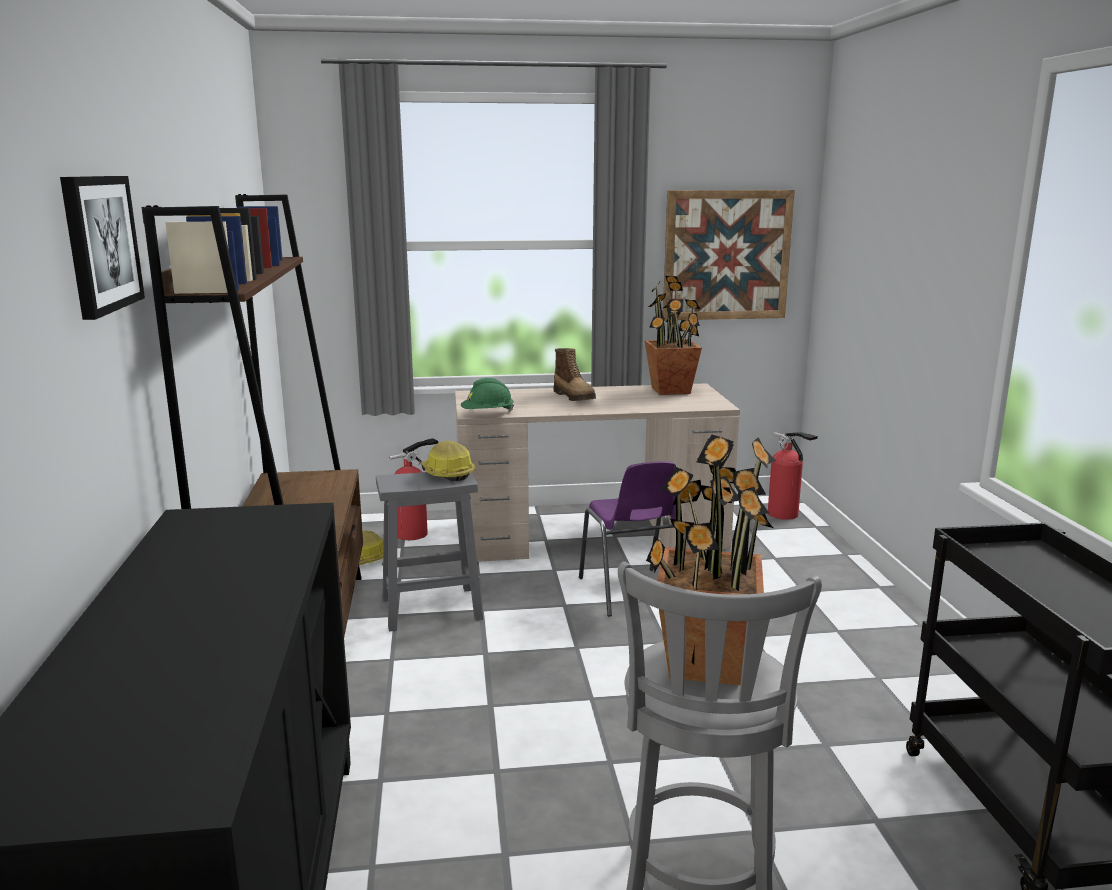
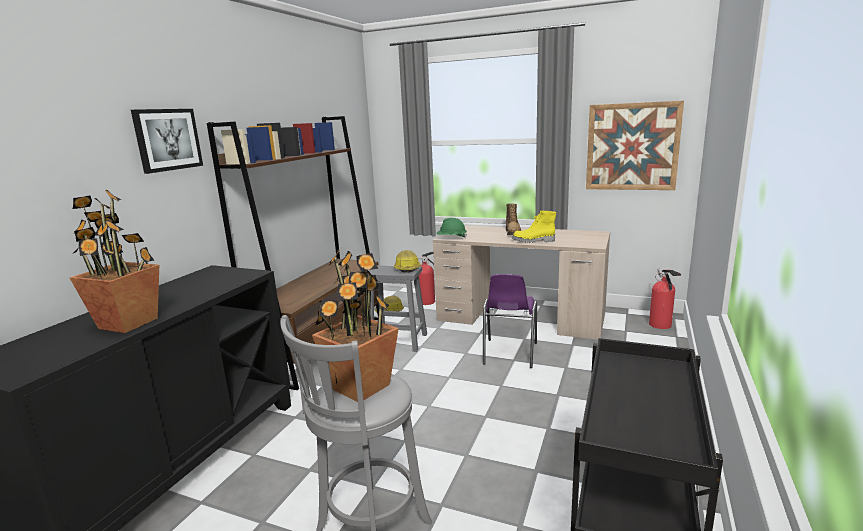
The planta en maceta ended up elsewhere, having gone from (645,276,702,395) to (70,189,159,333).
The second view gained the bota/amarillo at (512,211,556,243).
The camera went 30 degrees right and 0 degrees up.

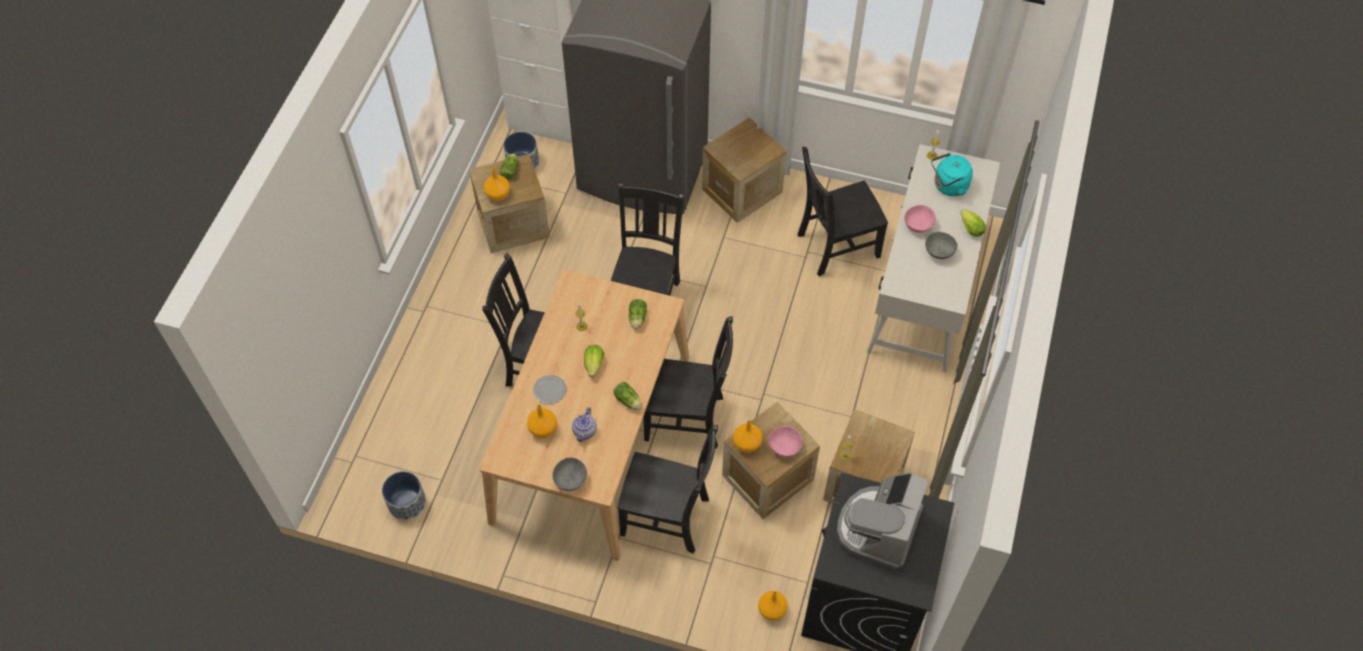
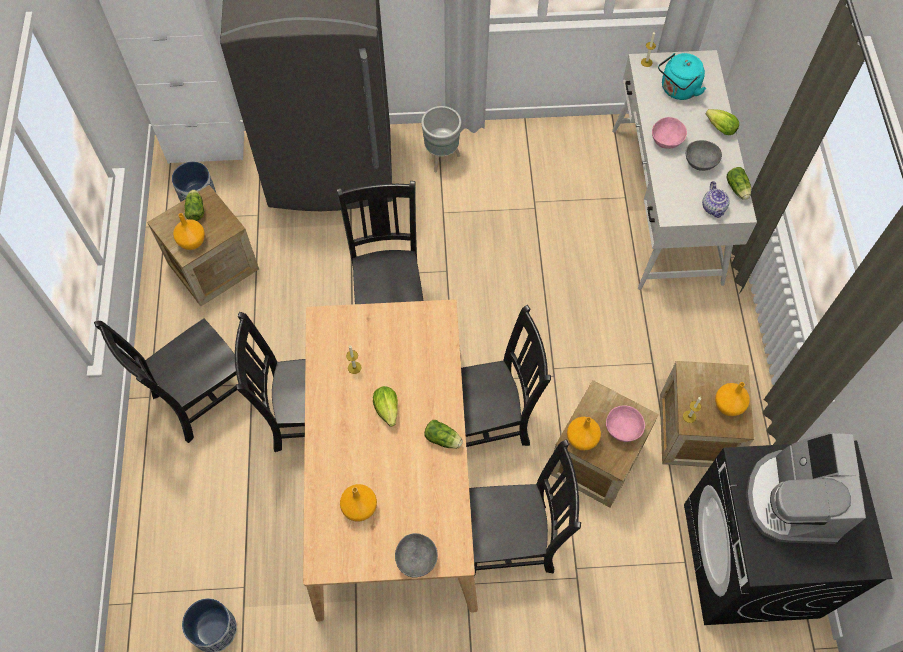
Where the caja de embalaje stood at (702,117,787,223), the maceta/gris came to stand at (421,106,461,172).
The silla/negro ended up elsewhere, having gone from (798,147,888,277) to (94,318,256,443).
The lechuga ended up elsewhere, having gone from (629,299,647,330) to (726,167,751,200).
The second view lost the plato at (533,375,566,404).
The tetera ended up elsewhere, having gone from (572,407,597,442) to (702,181,730,218).
The florero/naranja ended up elsewhere, having gone from (758,591,788,621) to (715,382,750,416).
The camera went 20 degrees left and 5 degrees up.

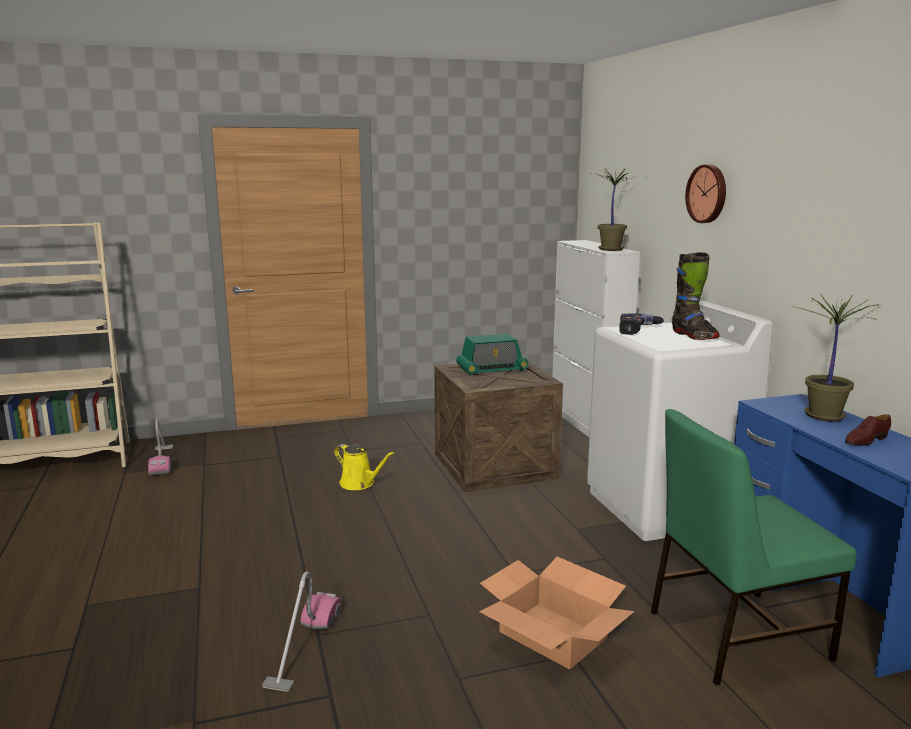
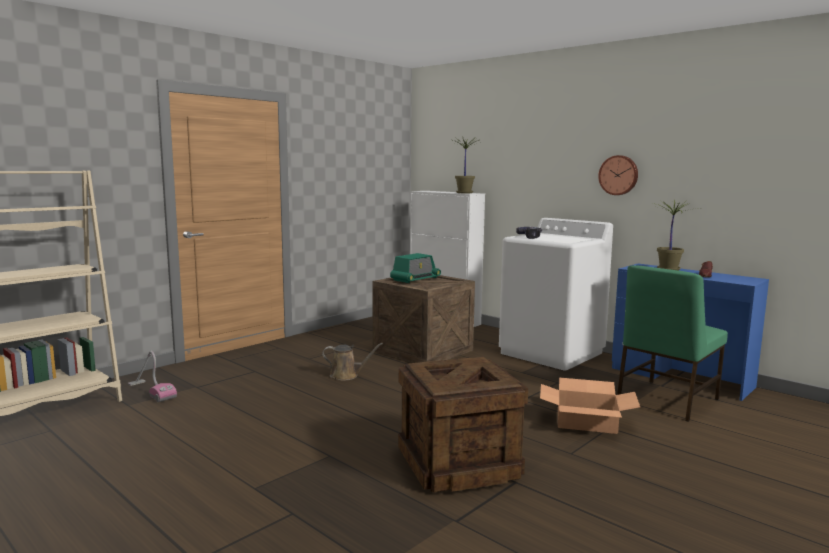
The reloj de pared ended up elsewhere, having gone from (685,165,726,223) to (598,155,638,195).
The second view lost the bota/negro at (672,252,720,340).
What was the regadera/amarillo at (334,444,394,490) turned into the regadera/marrón at (322,343,383,381).
Where the aspiradora stood at (262,571,341,692), the caja de embalaje came to stand at (398,357,528,492).
The camera went 30 degrees left and 5 degrees down.

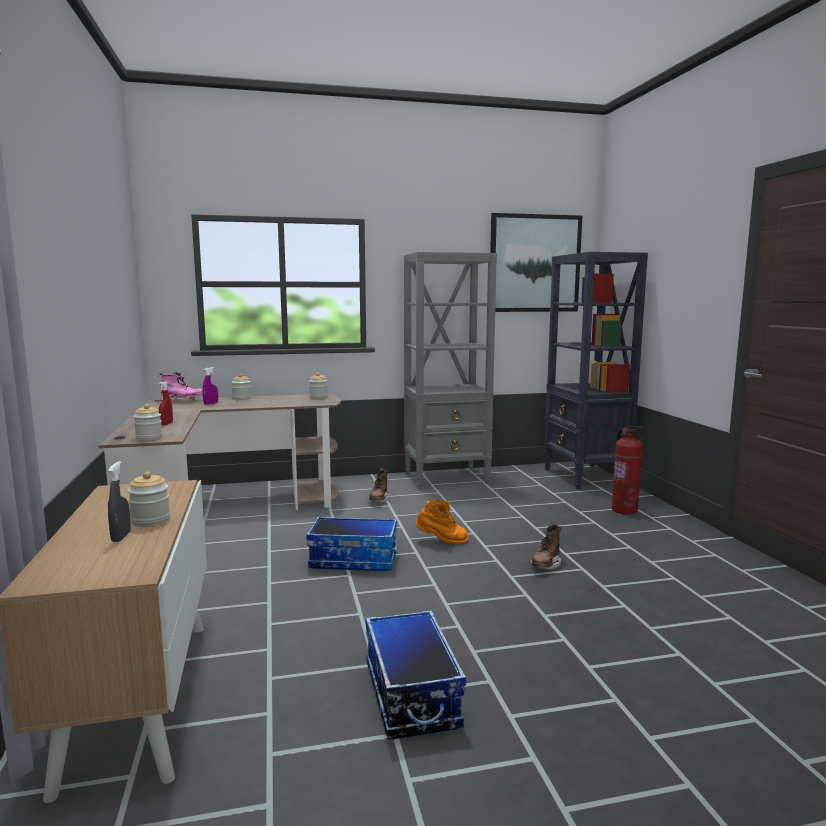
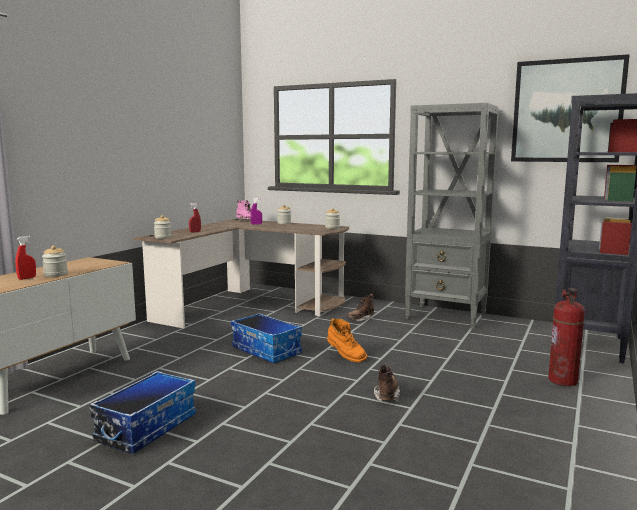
What was the pulverizador/gris at (108,461,131,542) turned into the pulverizador/rojo at (15,236,36,280).
The bota/marrón at (530,522,562,570) ended up facing another way, 120 degrees clockwise from before.
The camera went 40 degrees right and 0 degrees up.

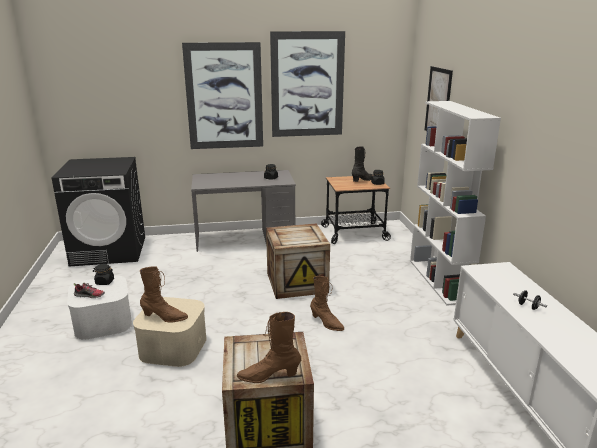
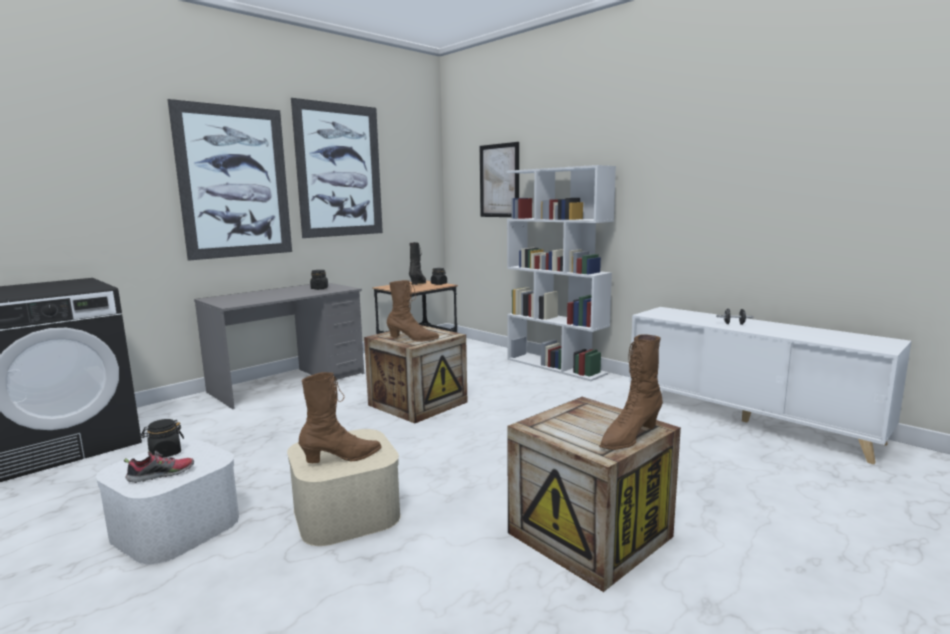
The bota/marrón ended up elsewhere, having gone from (310,276,344,331) to (387,280,439,342).
The camera went 35 degrees left and 10 degrees down.

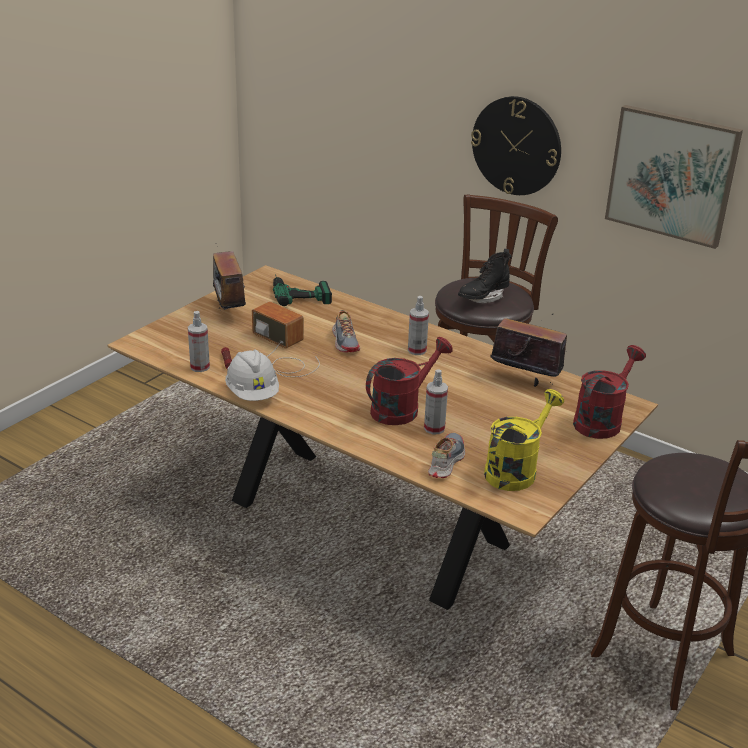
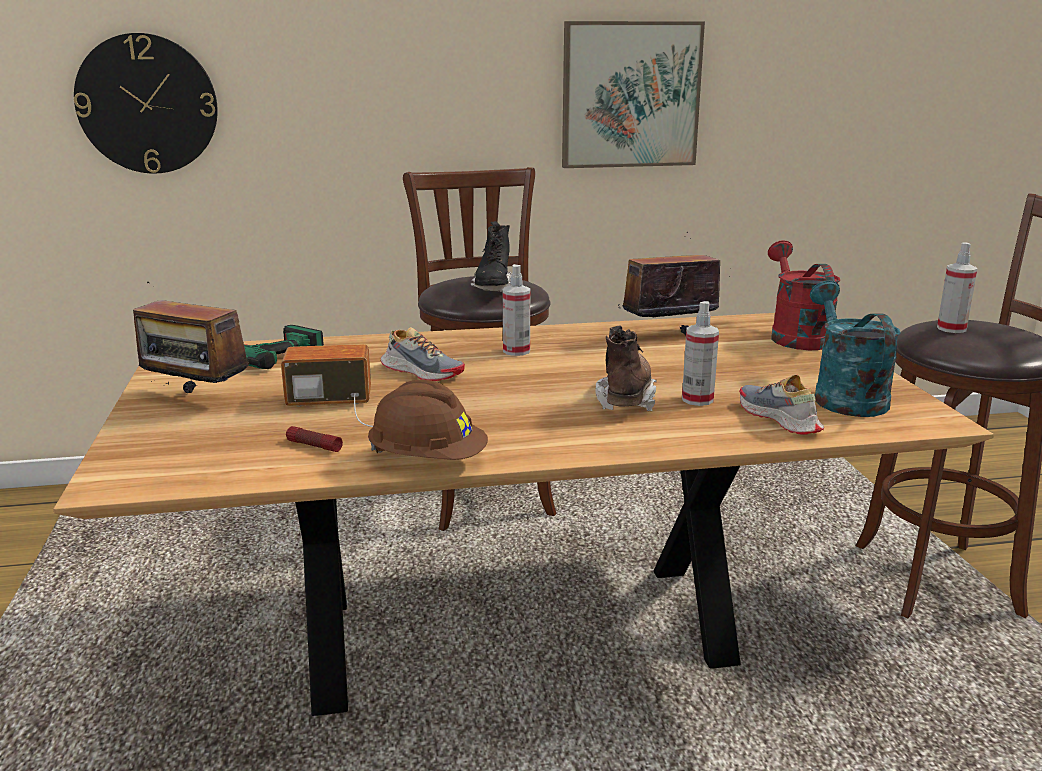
The reloj de pared ended up elsewhere, having gone from (471,96,561,195) to (74,33,218,173).
The pulverizador ended up elsewhere, having gone from (188,311,210,372) to (937,242,977,333).
Where the regadera/rojo stood at (366,337,453,425), the bota/marrón came to stand at (595,325,657,411).
What was the casco/blanco at (225,349,279,401) turned into the casco/marrón at (368,380,488,460).
What was the regadera/amarillo at (484,389,564,491) turned into the regadera/turquesa at (810,280,901,417).
The camera went 45 degrees left and 10 degrees down.

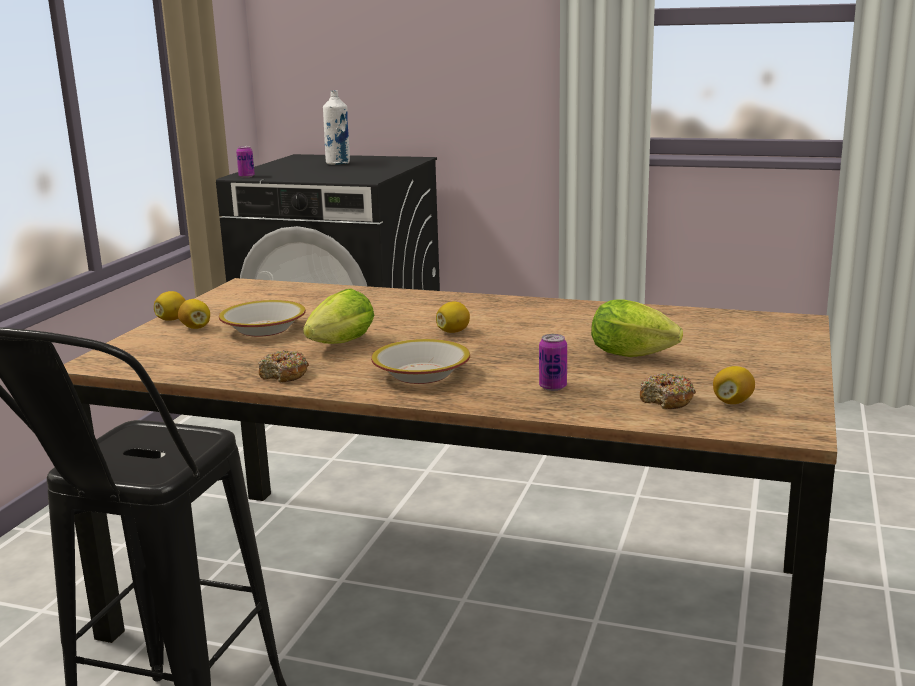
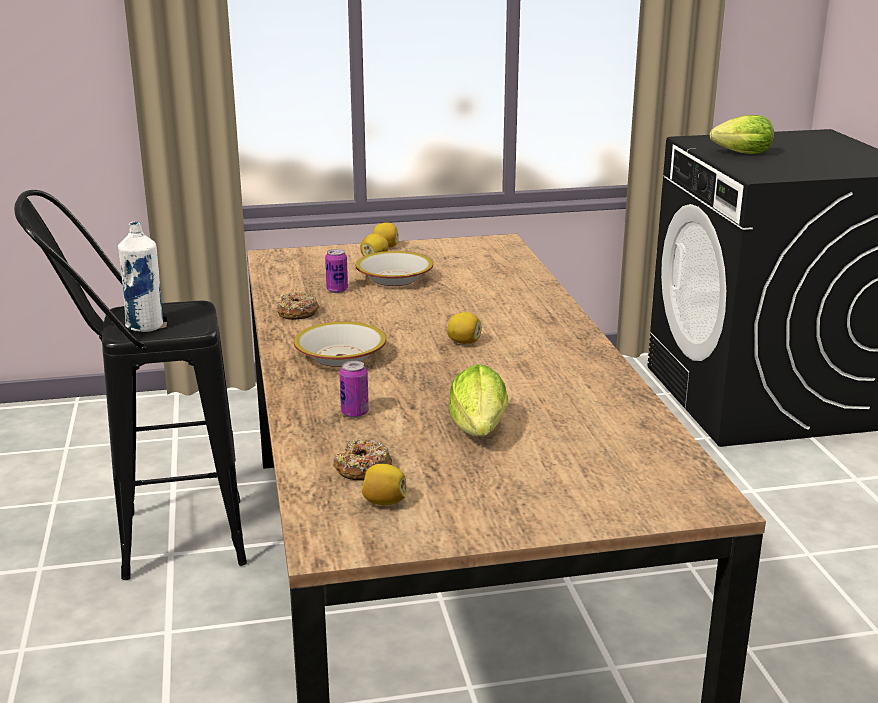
The botella/blanco ended up elsewhere, having gone from (323,90,350,165) to (118,222,163,332).
The lata ended up elsewhere, having gone from (236,146,255,178) to (325,249,348,293).
The lechuga ended up elsewhere, having gone from (303,288,374,344) to (709,115,774,154).
The camera went 60 degrees right and 5 degrees up.

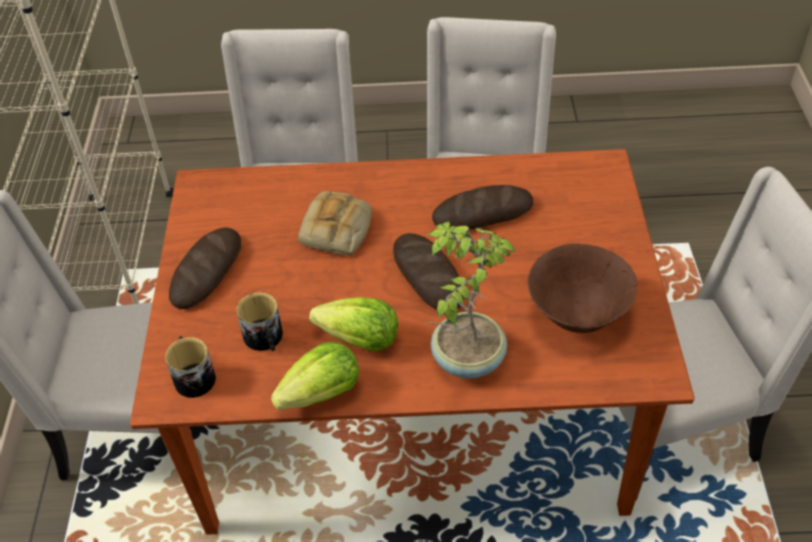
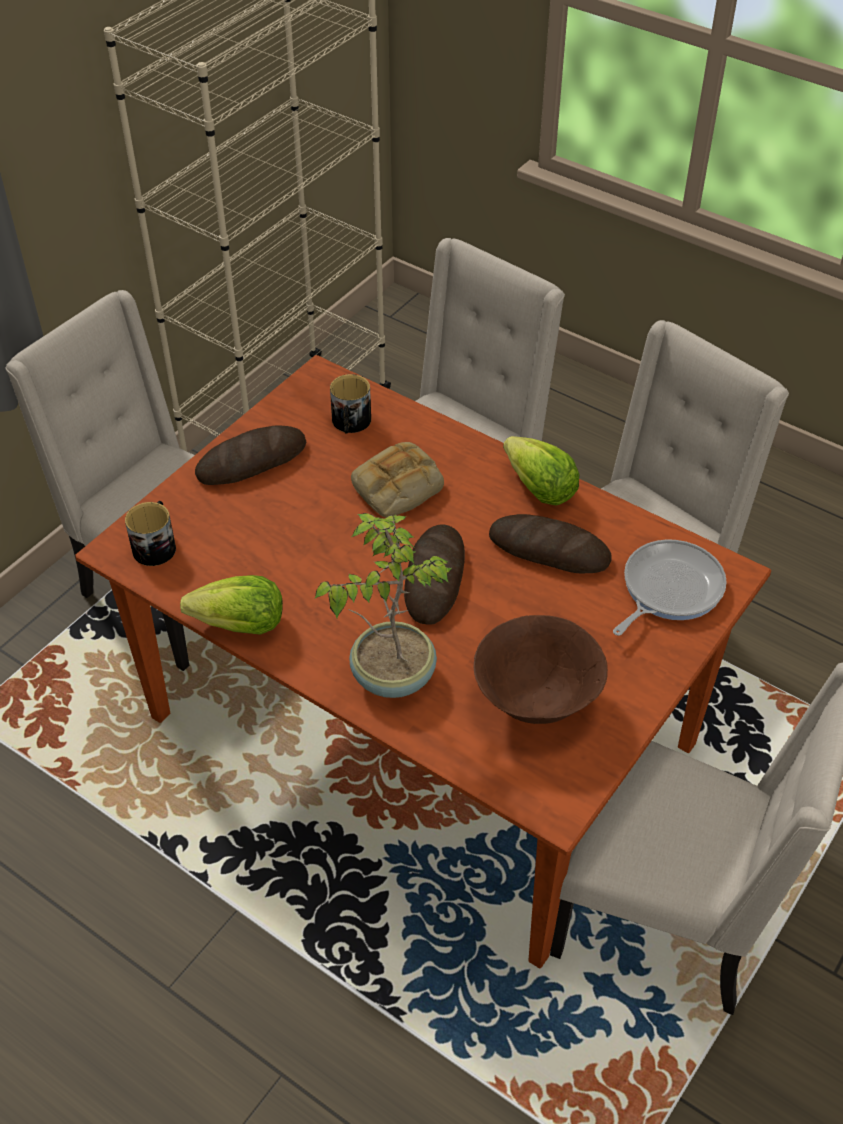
The taza grande ended up elsewhere, having gone from (236,292,283,351) to (330,374,371,434).
The lechuga ended up elsewhere, having gone from (309,297,398,351) to (503,436,579,506).
The second view gained the sartén at (613,539,727,636).
The camera went 35 degrees right and 0 degrees up.

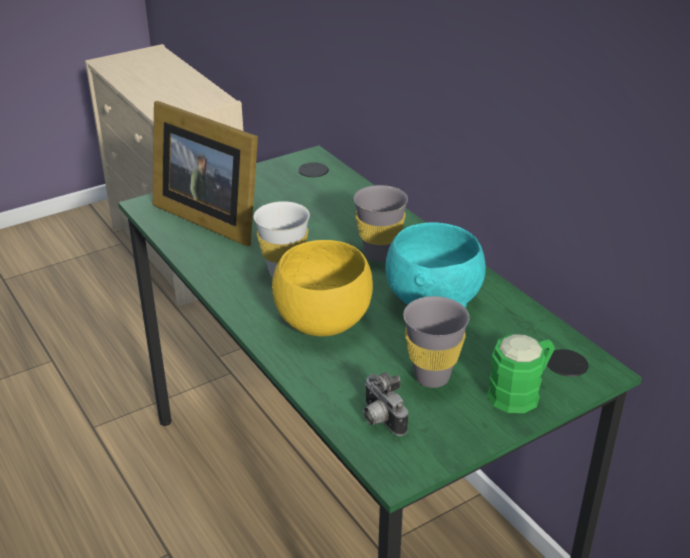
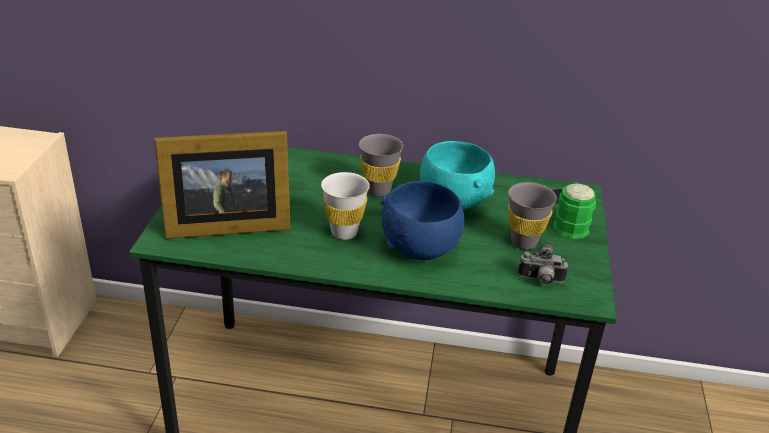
What was the cuenco/amarillo at (272,240,373,337) turned into the cuenco/azul at (381,181,464,260).
The camera went 50 degrees left and 0 degrees up.

